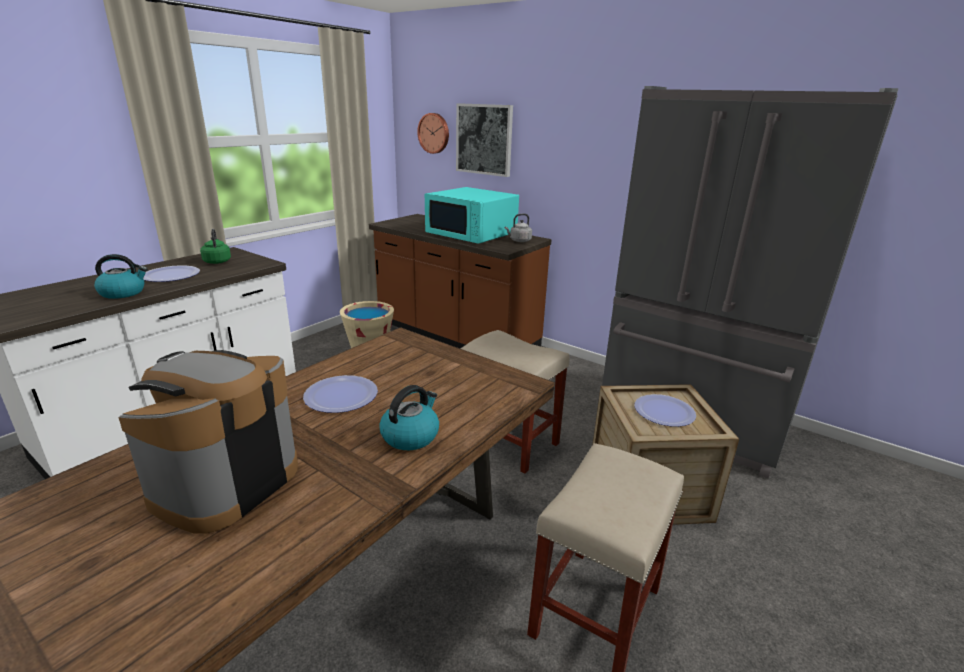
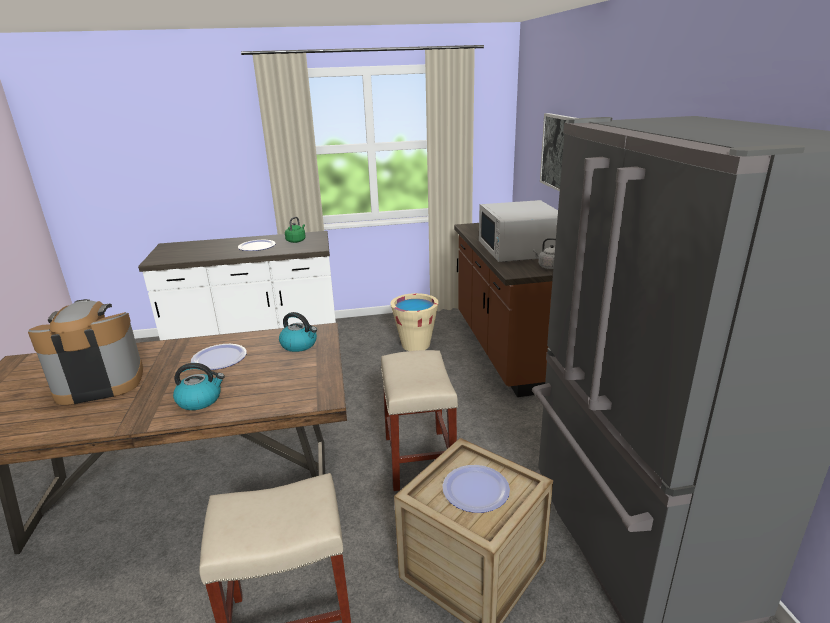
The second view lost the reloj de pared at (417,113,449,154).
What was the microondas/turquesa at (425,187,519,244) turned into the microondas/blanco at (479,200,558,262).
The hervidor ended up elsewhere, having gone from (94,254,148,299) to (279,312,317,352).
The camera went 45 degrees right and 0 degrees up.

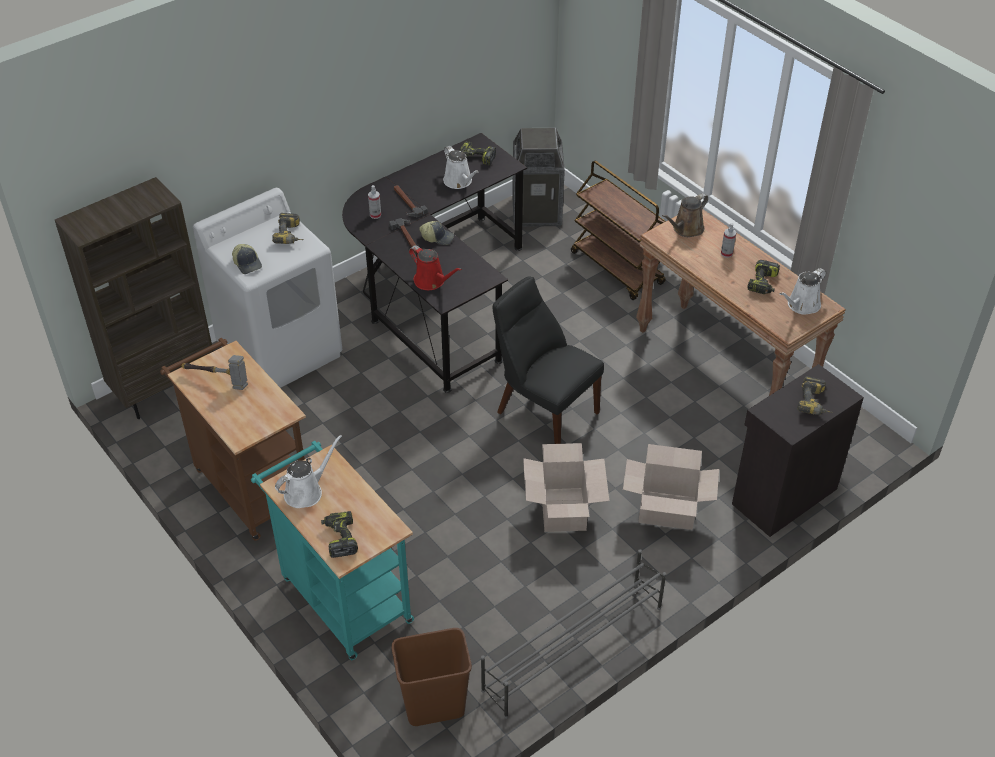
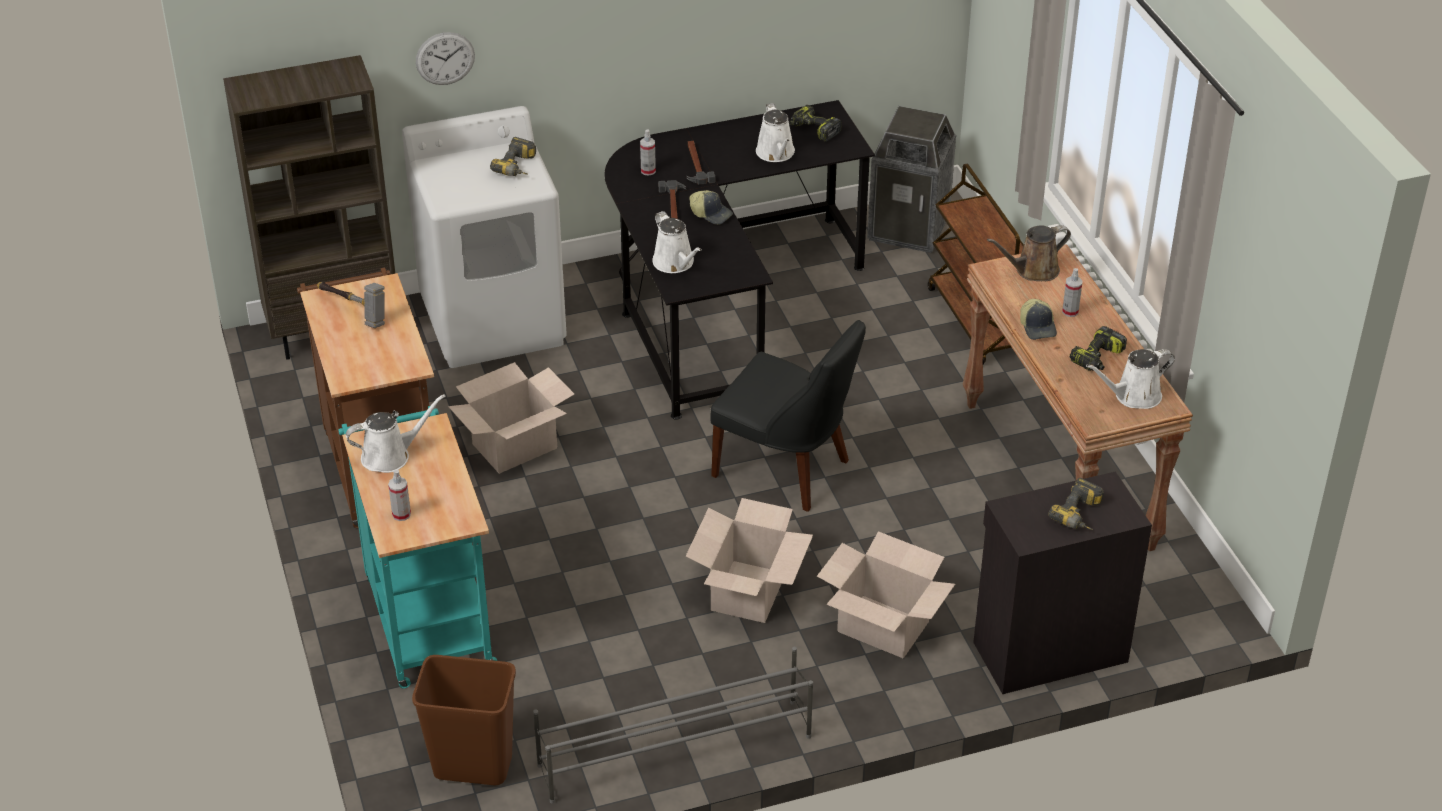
The gorra ended up elsewhere, having gone from (232,244,262,274) to (1020,299,1057,340).
What was the regadera/rojo at (409,245,462,290) turned into the regadera/blanco at (652,211,702,273).
The silla/negro at (493,276,604,444) ended up facing another way, 150 degrees clockwise from before.
Where the taladro stood at (321,511,358,558), the pulverizador came to stand at (388,469,411,521).
The second view gained the reloj de pared at (416,32,475,85).
The second view gained the caja de cartón at (448,362,574,474).
The camera went 20 degrees right and 5 degrees down.

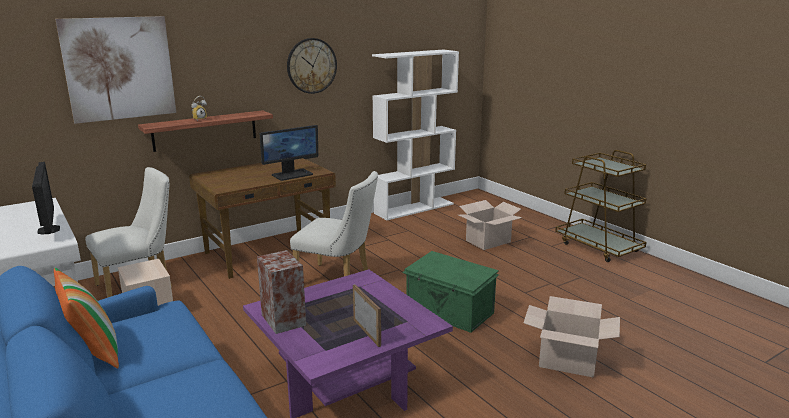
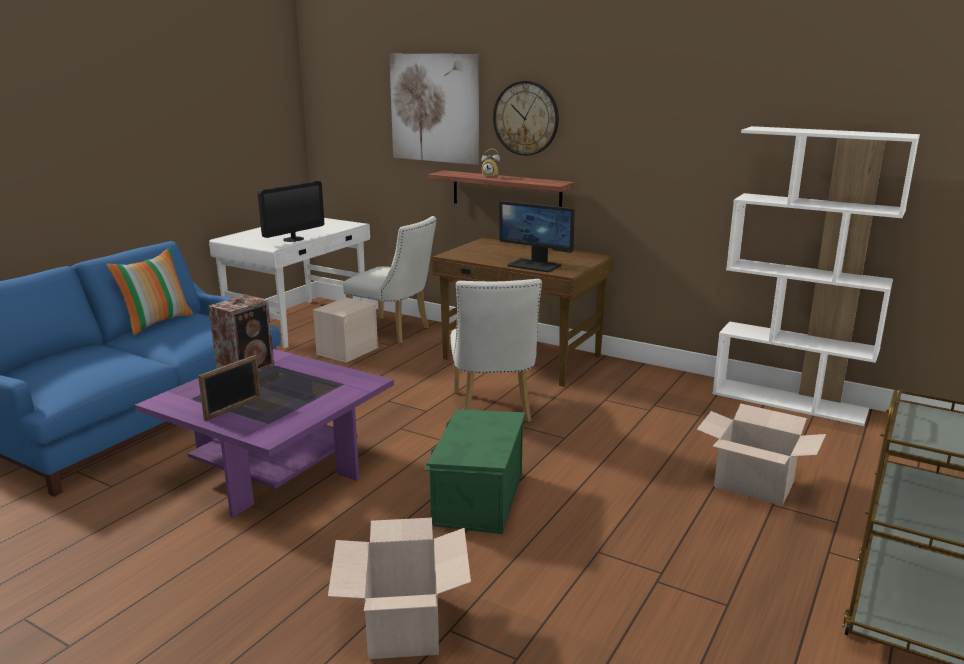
The reloj de pared ended up elsewhere, having gone from (287,38,337,94) to (493,81,559,156).
The camera went 65 degrees right and 0 degrees up.

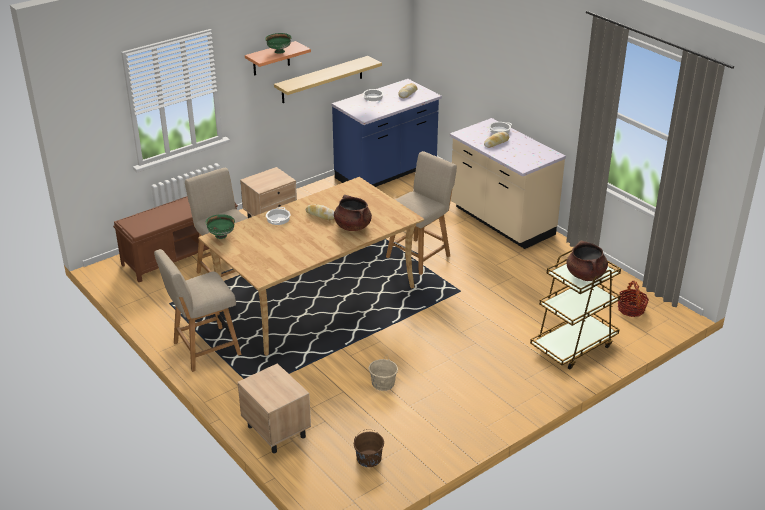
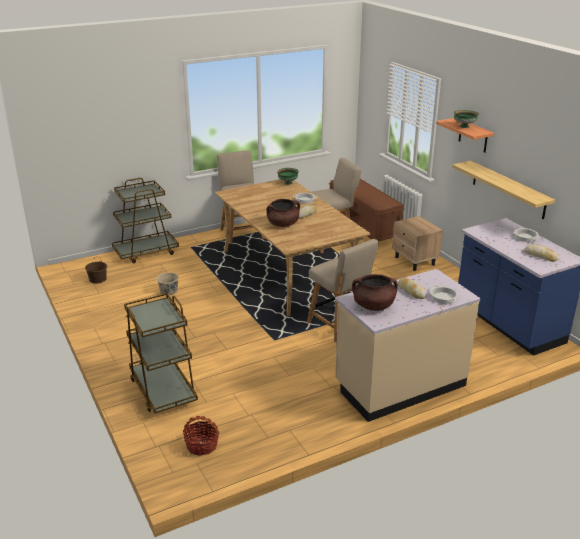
The olla/marrón ended up elsewhere, having gone from (567,241,608,281) to (352,274,398,311).
Where the mesita de noche/beis stood at (237,363,311,453), the carrito/marrón came to stand at (112,178,179,263).
The camera went 100 degrees right and 5 degrees down.

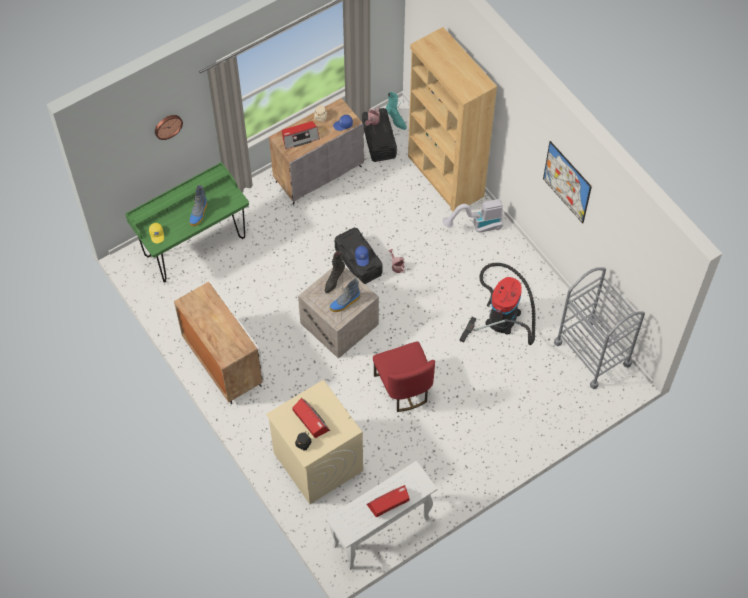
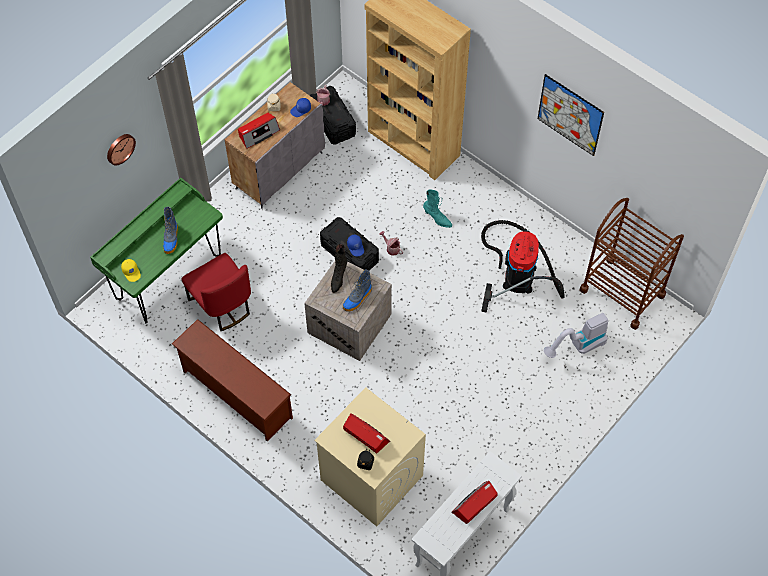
The bota/turquesa ended up elsewhere, having gone from (386,92,407,130) to (423,190,452,228).
The aspiradora ended up elsewhere, having gone from (443,199,503,233) to (544,313,608,358).
What was the carrito/gris at (554,267,645,389) turned into the carrito/marrón at (580,198,684,330).
Where the armario/blanco stood at (174,281,264,404), the zapatero/marrón came to stand at (172,319,293,442).
The silla/rojo ended up elsewhere, having gone from (373,341,435,412) to (182,253,251,331).
The camera went 15 degrees left and 0 degrees up.

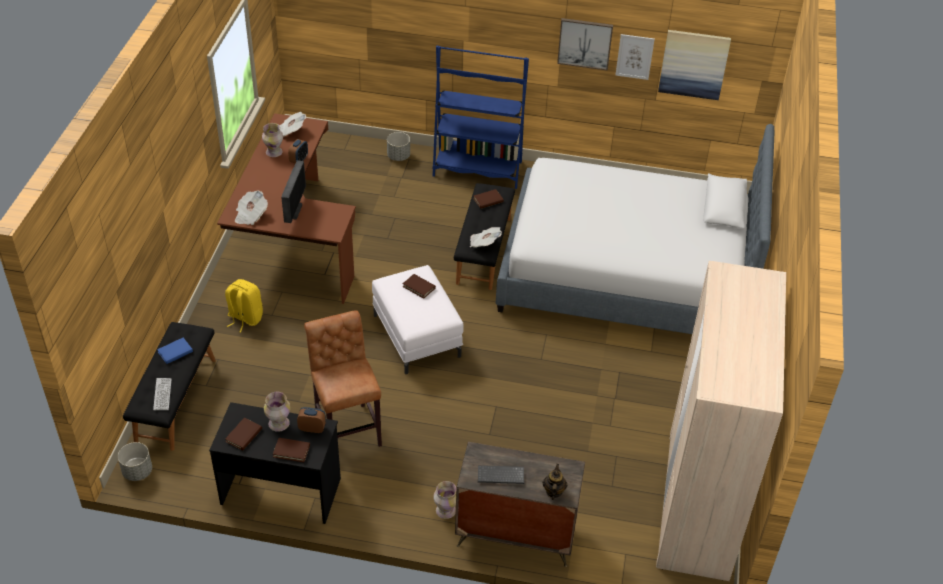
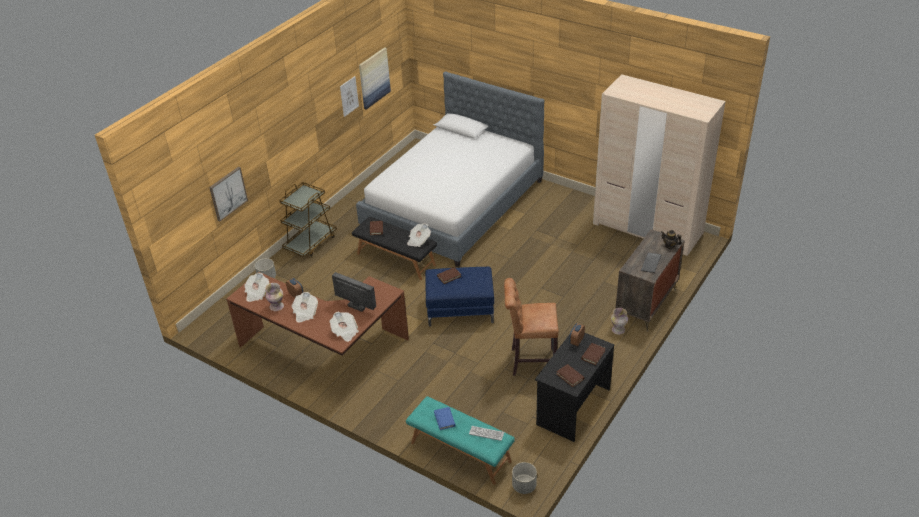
The cuadro ended up elsewhere, having gone from (557,18,613,70) to (209,167,248,221).
Where the estantería/azul stood at (433,46,529,189), the carrito/marrón came to stand at (279,182,337,257).
What was the puf/blanco at (372,265,464,374) turned into the puf/azul at (425,267,494,327).
The second view lost the mochila/amarillo at (225,279,263,333).
What was the banco/negro at (123,322,216,451) turned into the banco/turquesa at (406,396,515,485).
The second view lost the florero at (264,392,290,432).
The second view gained the periódico at (292,292,318,322).
The camera went 65 degrees left and 5 degrees down.

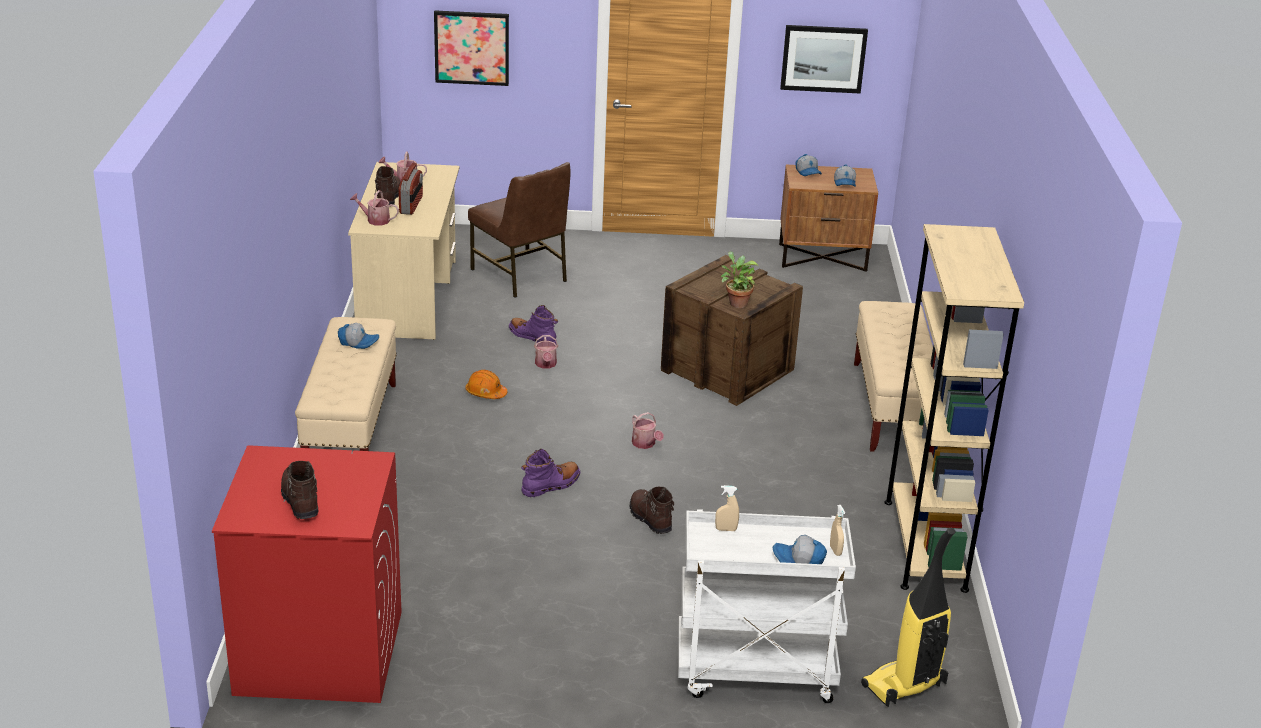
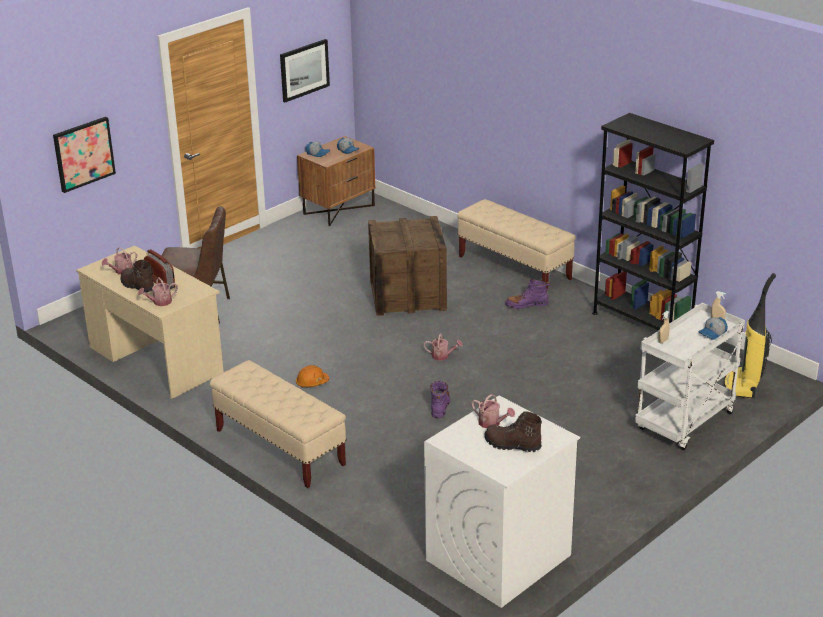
What was the estantería/beis at (884,224,1024,593) turned into the estantería/negro at (592,113,714,330).
The second view lost the planta en maceta at (721,251,758,308).
The bota/morado ended up elsewhere, having gone from (509,305,558,344) to (505,278,551,309).
The second view lost the gorra at (338,323,379,349).
The regadera ended up elsewhere, having gone from (534,335,558,369) to (471,394,515,428).
What was the lavadora/rojo at (212,445,401,703) turned into the lavadora/blanco at (424,396,580,608).
The second view lost the bota/marrón at (630,487,674,534).
The camera went 45 degrees left and 0 degrees up.

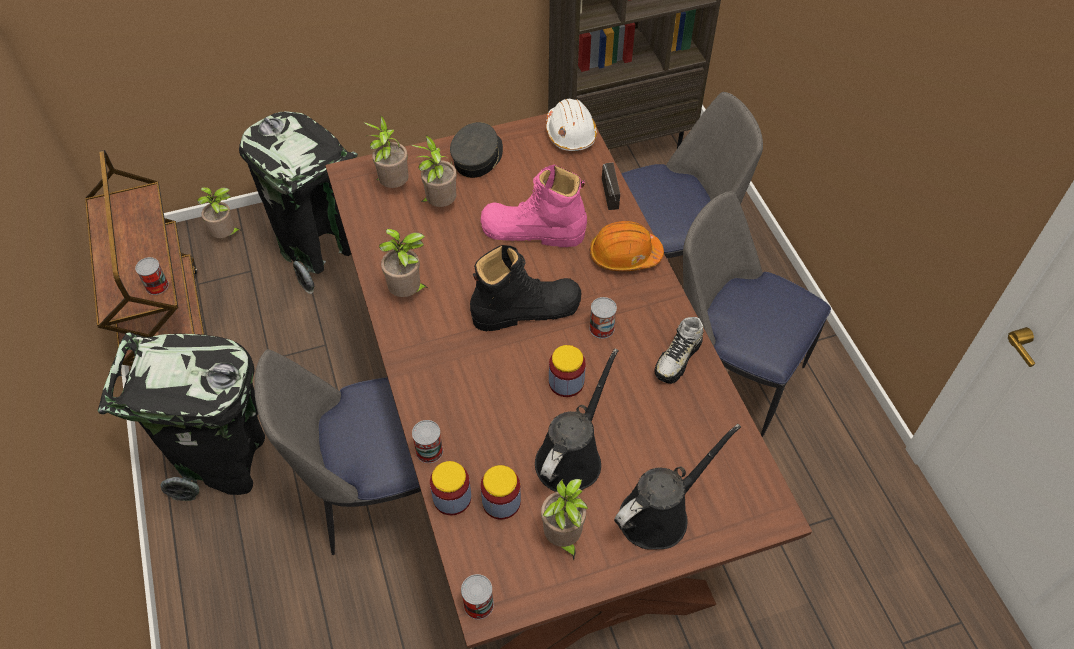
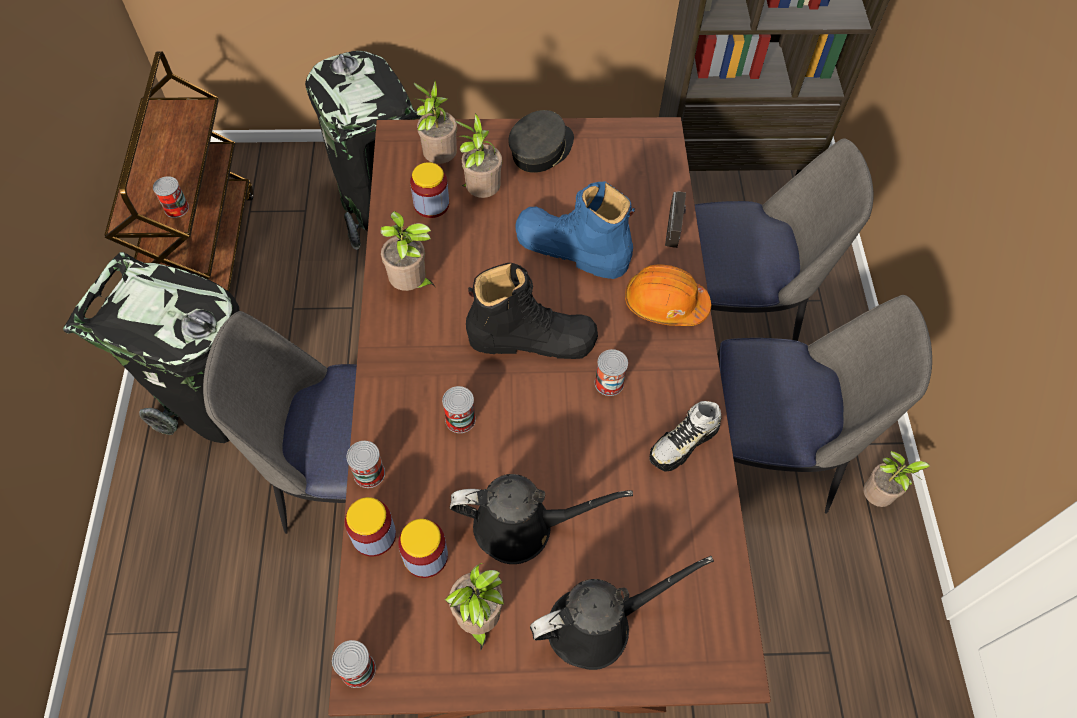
The second view lost the casco/blanco at (546,99,597,151).
What was the bota/rosa at (480,165,587,247) turned into the bota/azul at (516,182,635,279).
The planta en maceta ended up elsewhere, having gone from (197,187,242,238) to (863,451,930,507).
The silla at (683,191,831,437) ended up facing another way, 135 degrees clockwise from before.
The tarro ended up elsewhere, having gone from (549,345,586,397) to (410,162,449,218).
The regadera/negro at (535,349,619,492) ended up facing another way, 45 degrees clockwise from before.
The second view gained the lata at (442,386,476,433).
The camera went 15 degrees right and 5 degrees up.

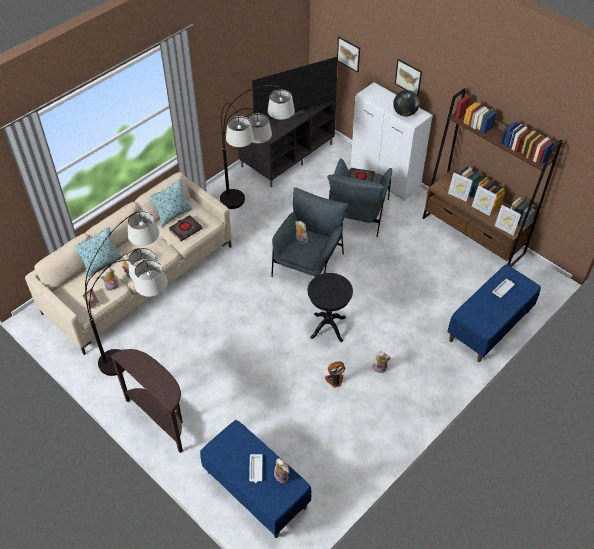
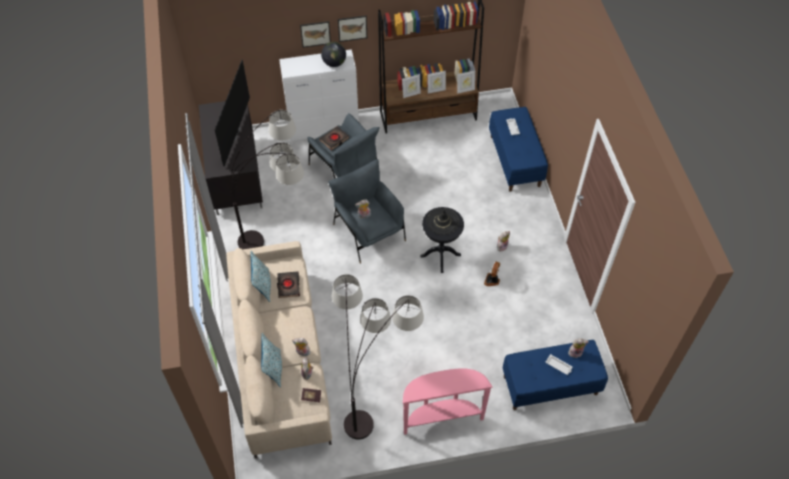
The cuadro ended up elsewhere, having gone from (337,37,360,73) to (338,15,367,42).
What was the mesa consola/marrón at (110,349,183,453) turned into the mesa consola/rosa at (403,368,493,435).
The second view gained the sombrero/negro at (426,208,459,235).
The camera went 55 degrees left and 5 degrees up.

